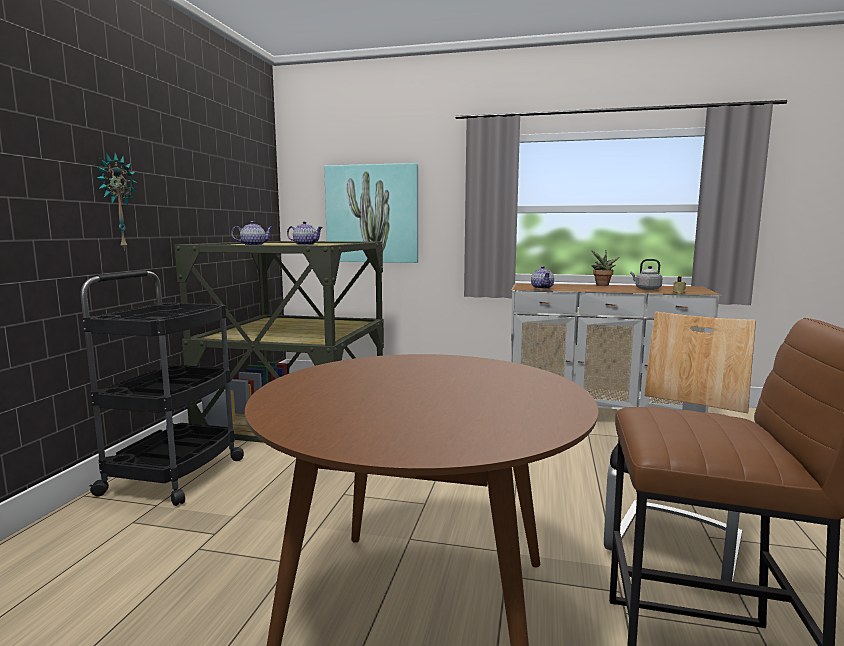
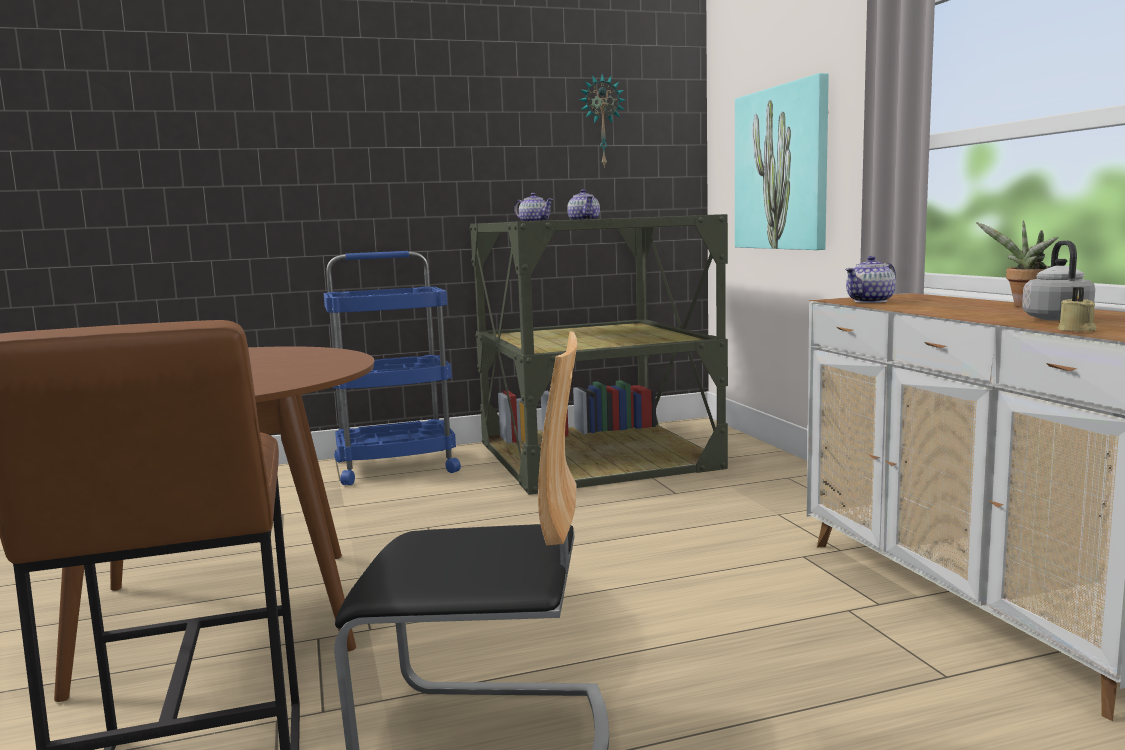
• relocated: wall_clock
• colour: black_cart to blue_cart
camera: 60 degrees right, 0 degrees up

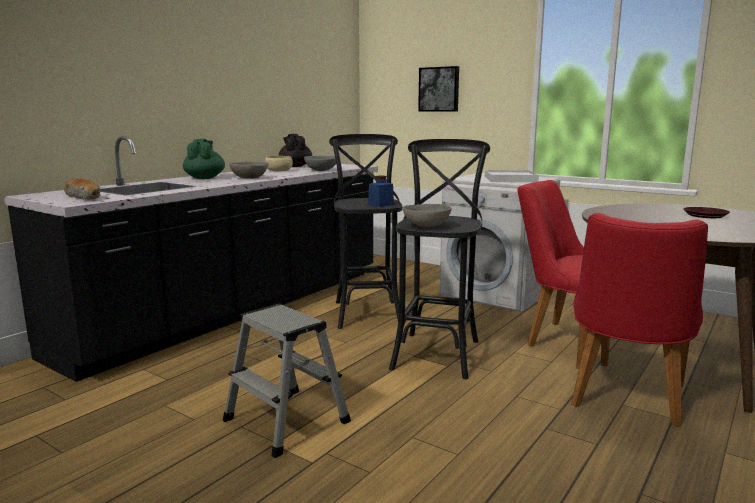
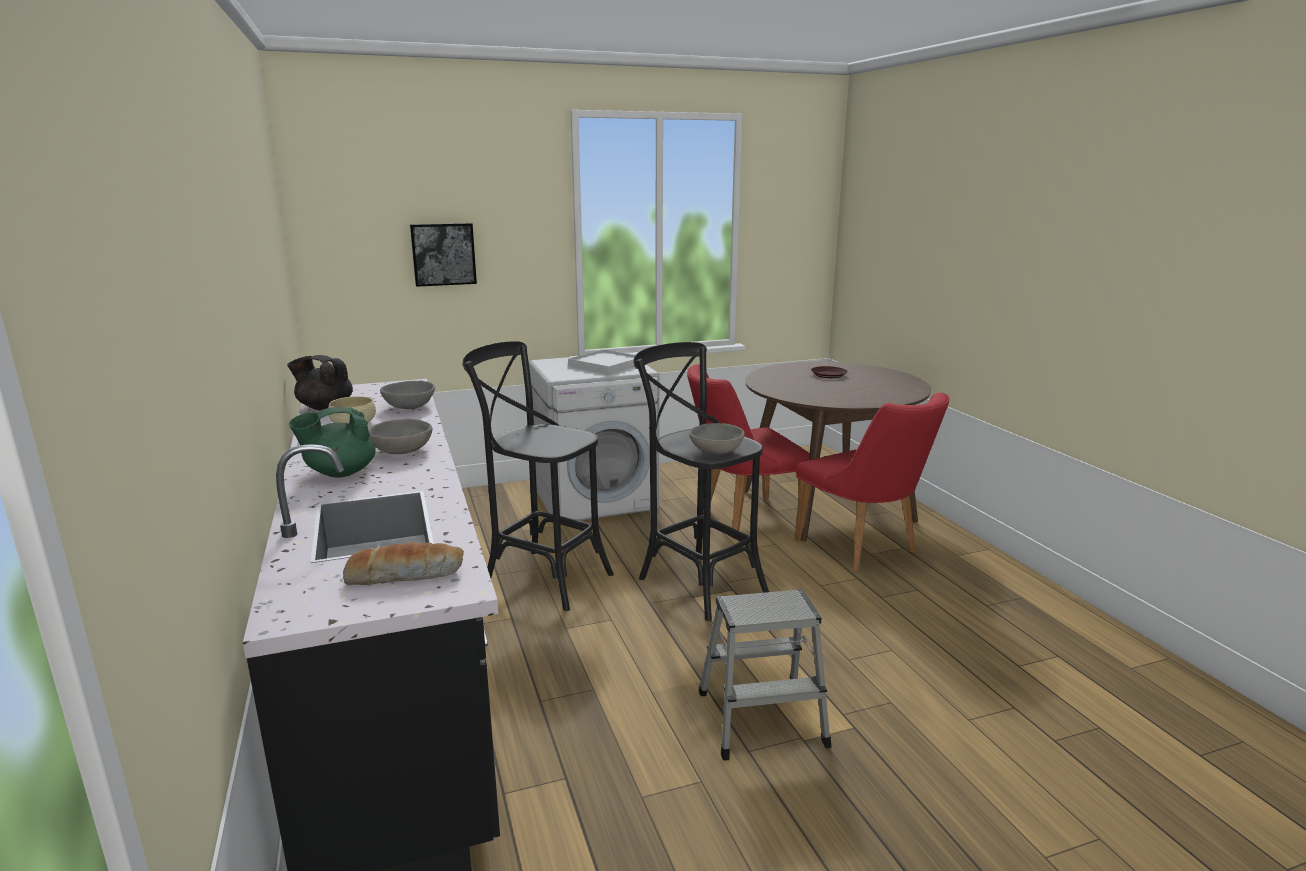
• spun: green_teapot 60 degrees counterclockwise
• missing: blue_jar
camera: 55 degrees left, 5 degrees up

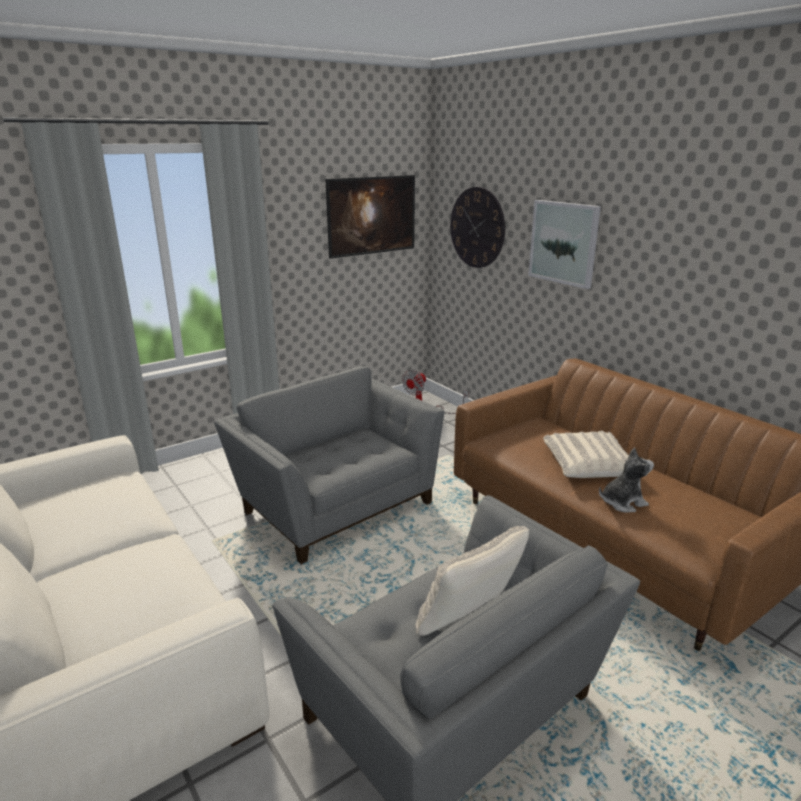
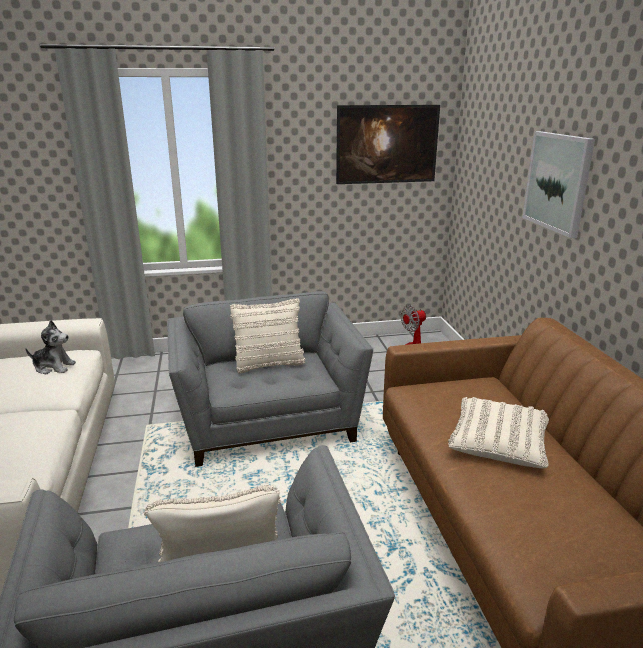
• missing: wall_clock
• relocated: plush_toy
• appeared: beige_pillow (no. 2 from left)
camera: 25 degrees right, 0 degrees up

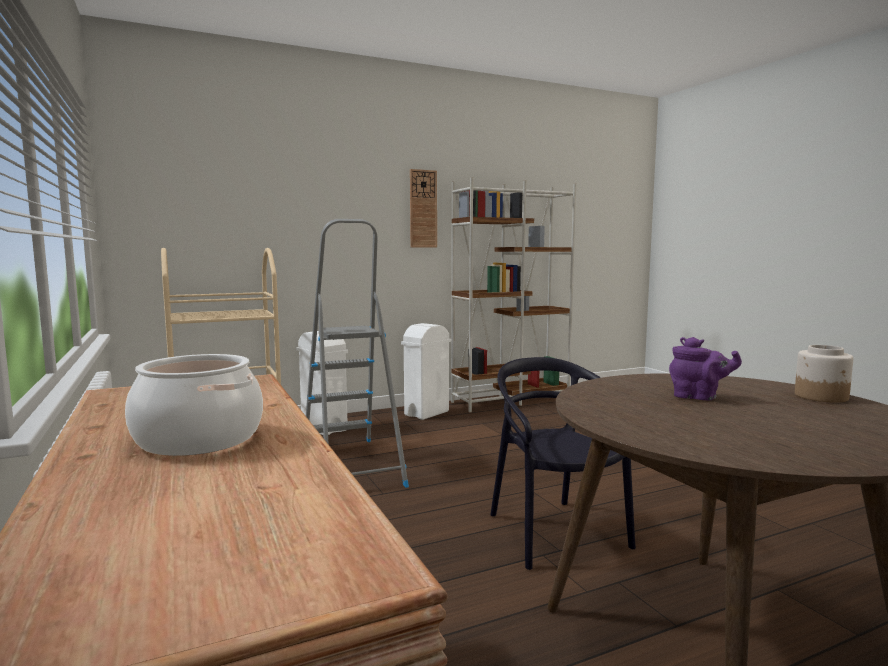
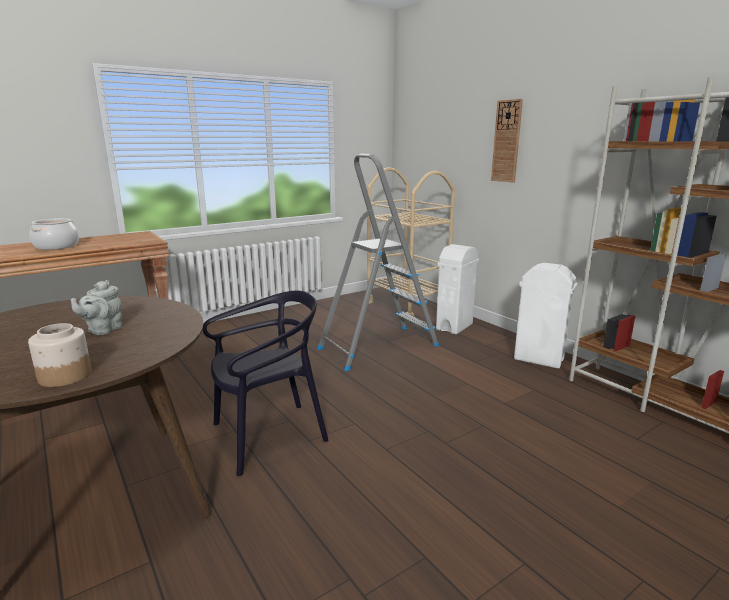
• relocated: wall_clock
• colour: purple_teapot to grey_teapot
camera: 80 degrees right, 10 degrees up

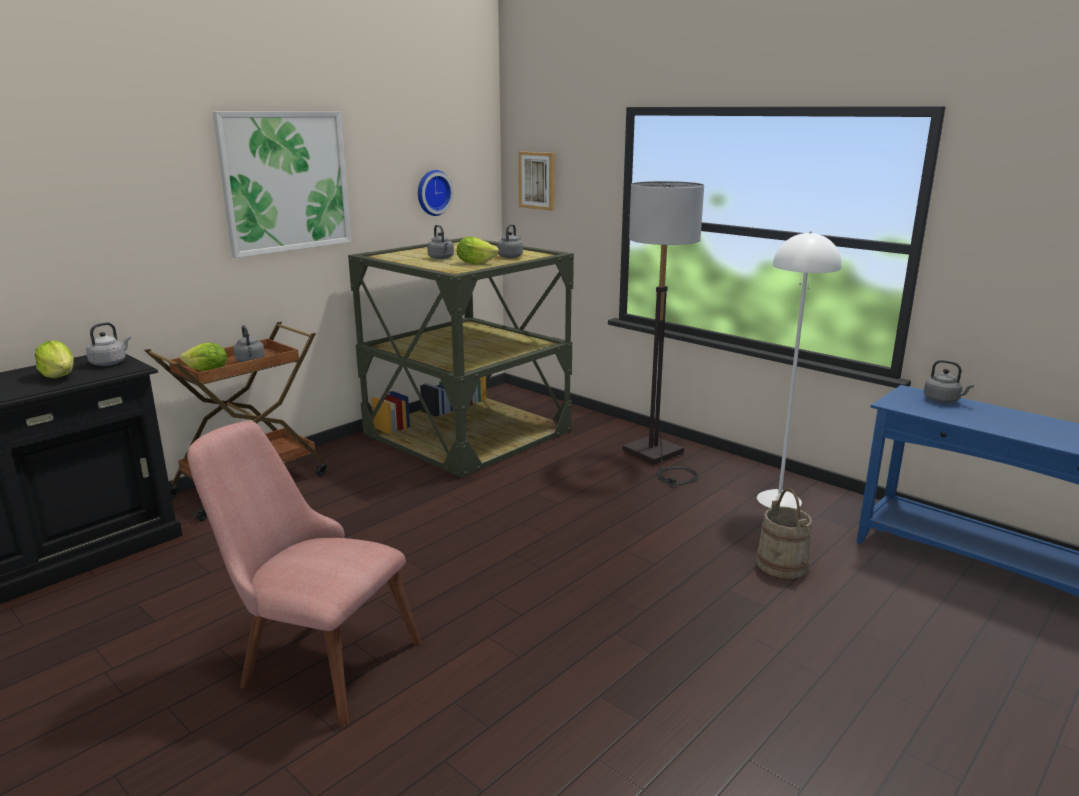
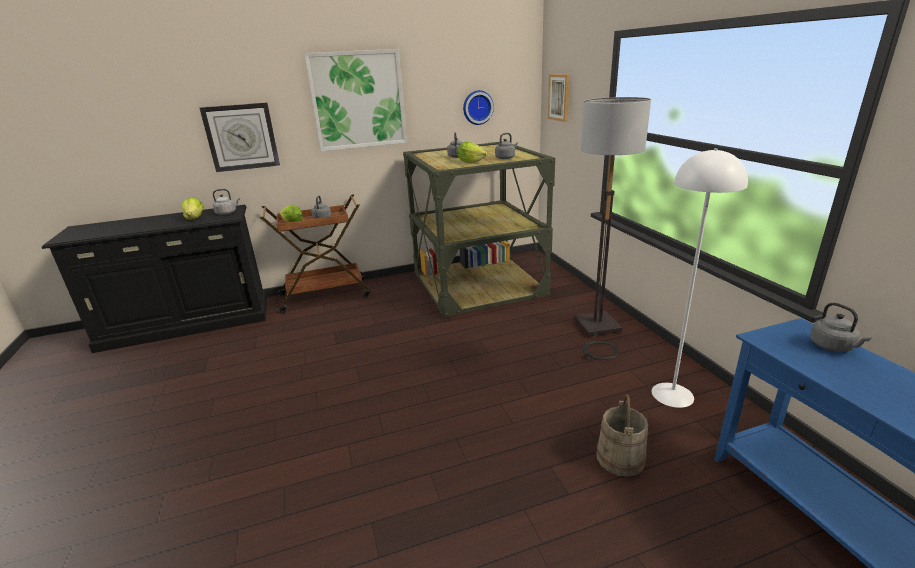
• missing: pink_chair
• appeared: wall_clock (no. 1 from left)
camera: 30 degrees right, 5 degrees up

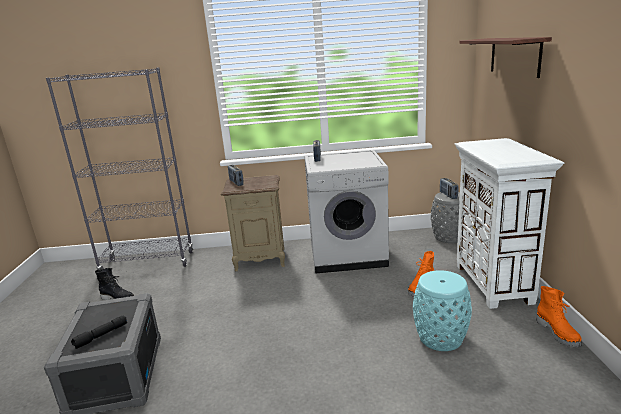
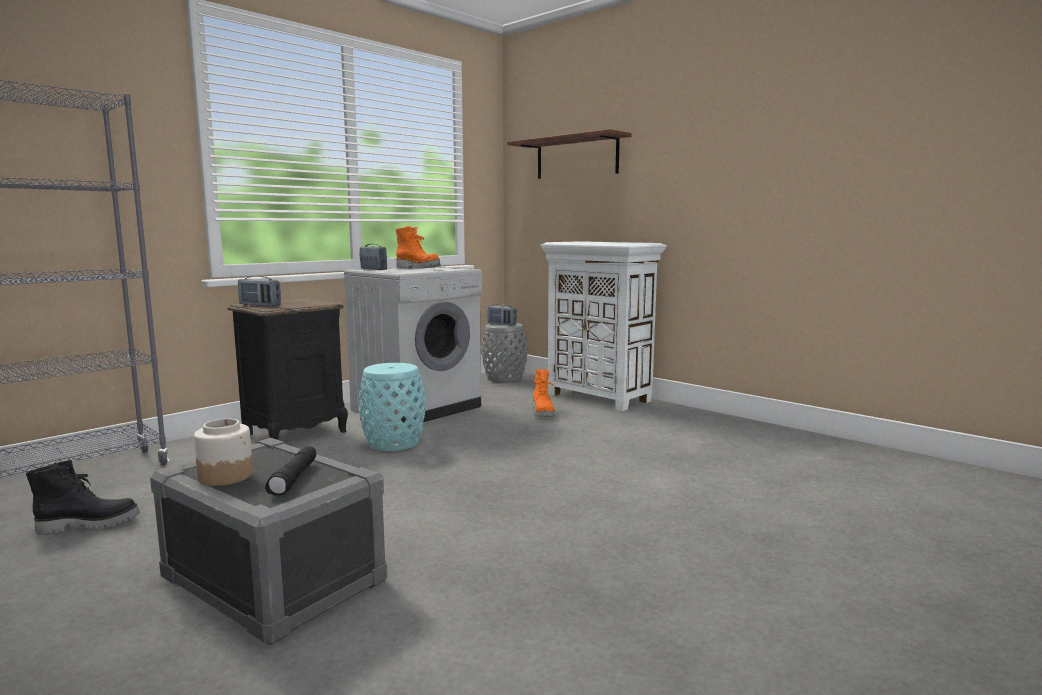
• colour: beige_nightstand to black_nightstand
• relocated: turquoise_stool
• relocated: orange_boot (no. 2 from left in the first image) to orange_boot (no. 1 from left)
• appeared: jar
camera: 45 degrees left, 10 degrees down

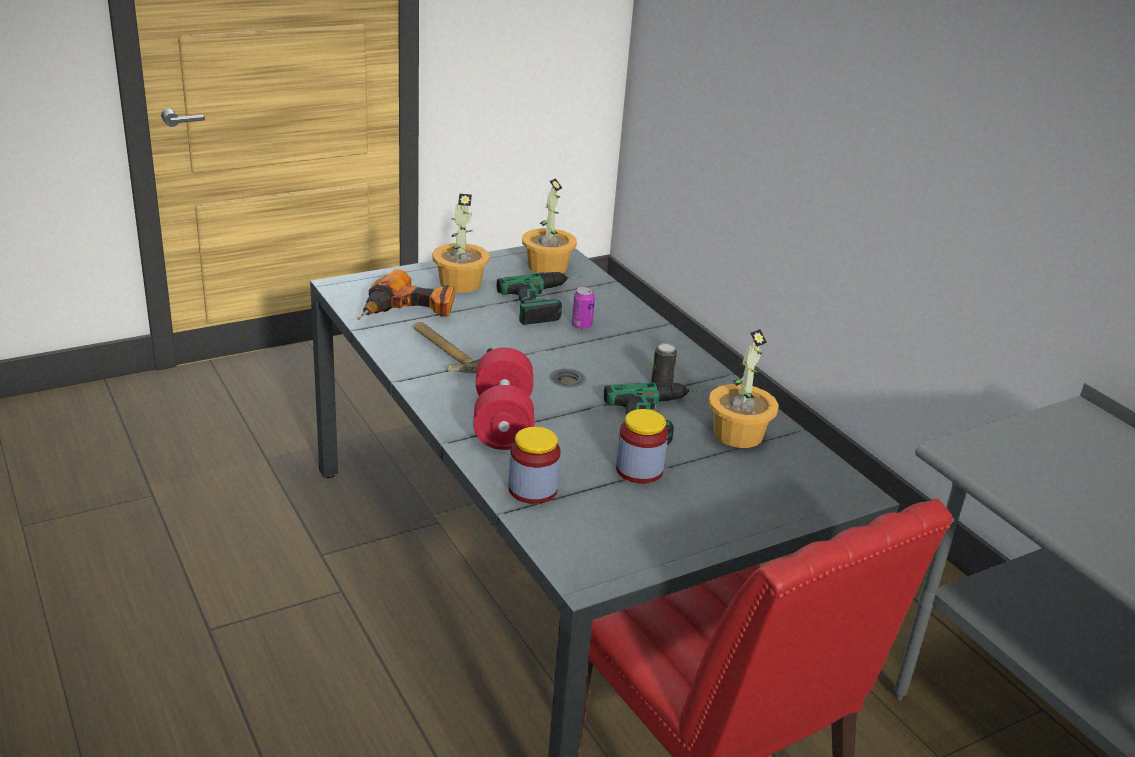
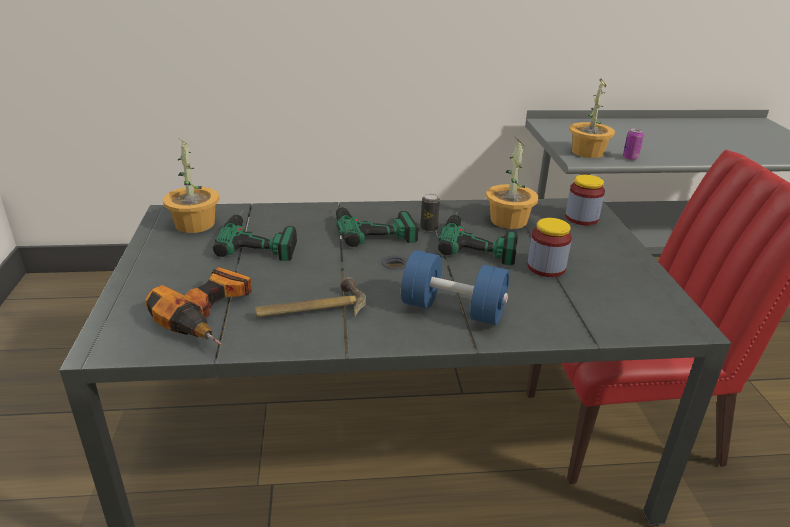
• relocated: potted_plant (no. 1 from left in the first image) to potted_plant (no. 3 from left)
• relocated: can (no. 1 from left in the first image) to can (no. 2 from left)
• colour: red_dumbbell to blue_dumbbell
• relocated: jar (no. 1 from left in the first image) to jar (no. 2 from left)
• appeared: power_drill (no. 3 from left)
camera: 65 degrees left, 0 degrees up

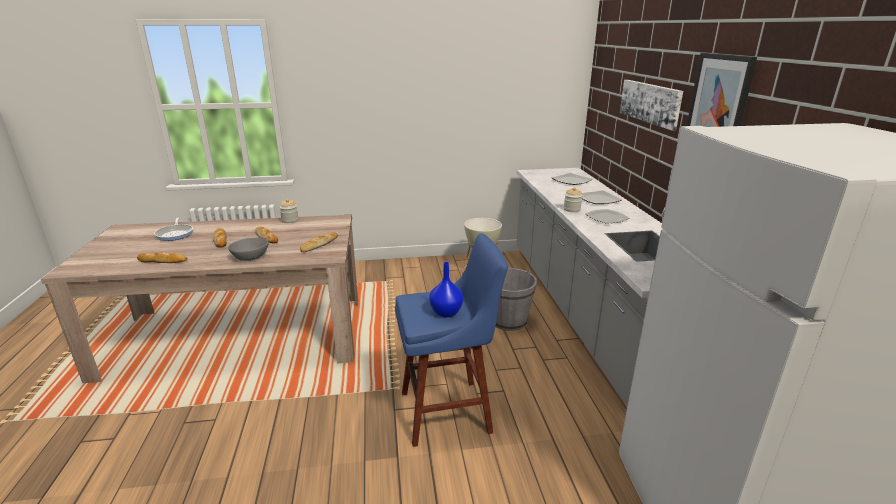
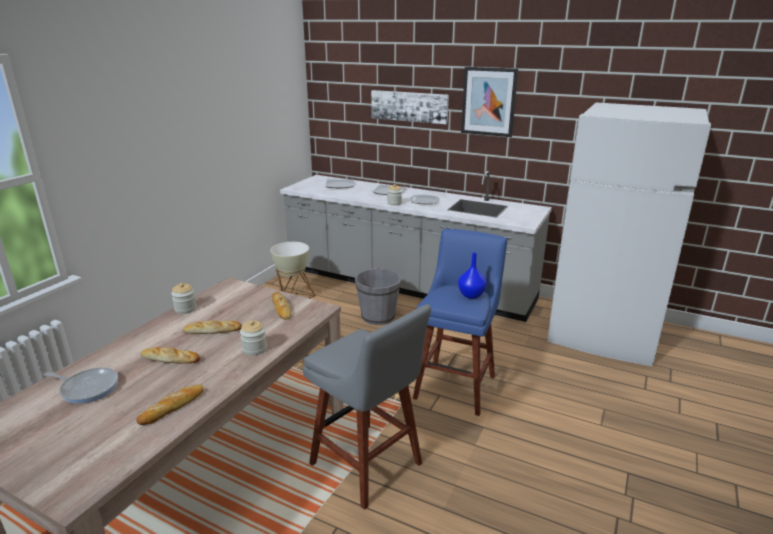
• exchanged: grey_bowl to jar (no. 2 from left)
• appeared: grey_stool
camera: 55 degrees left, 0 degrees up

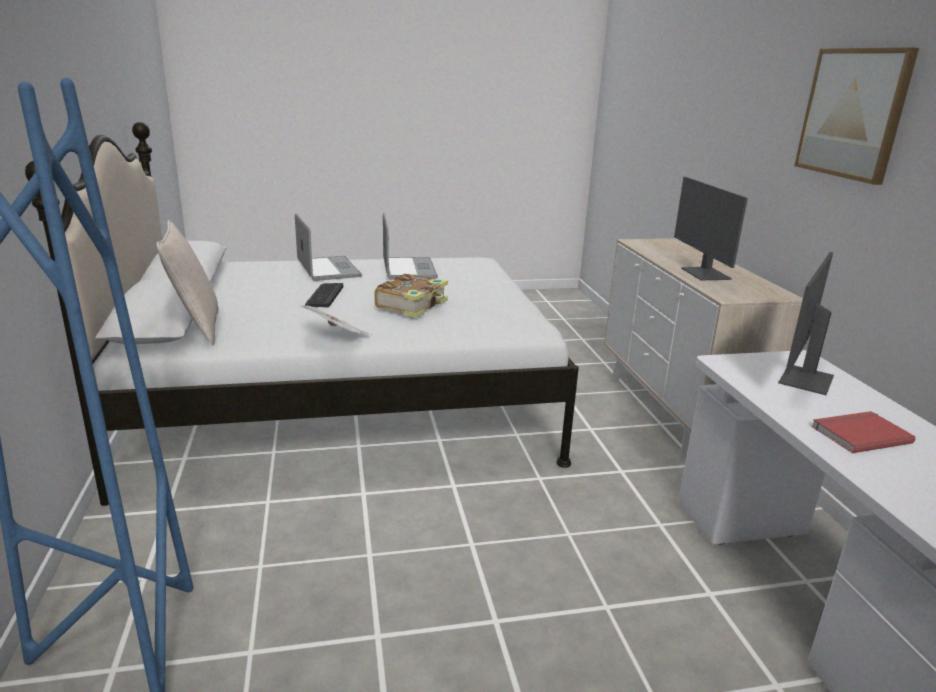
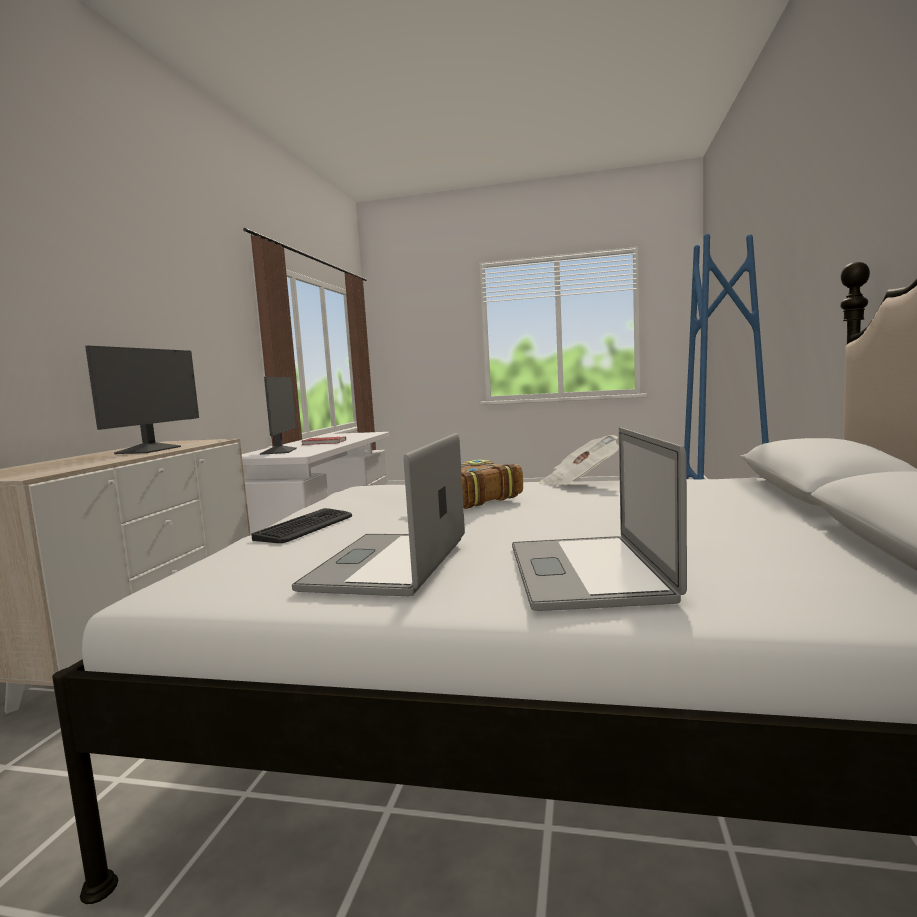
• missing: picture
• missing: beige_pillow
• spun: monitor (no. 2 from left) 60 degrees counterclockwise
• relocated: keyboard
camera: 155 degrees left, 15 degrees down

